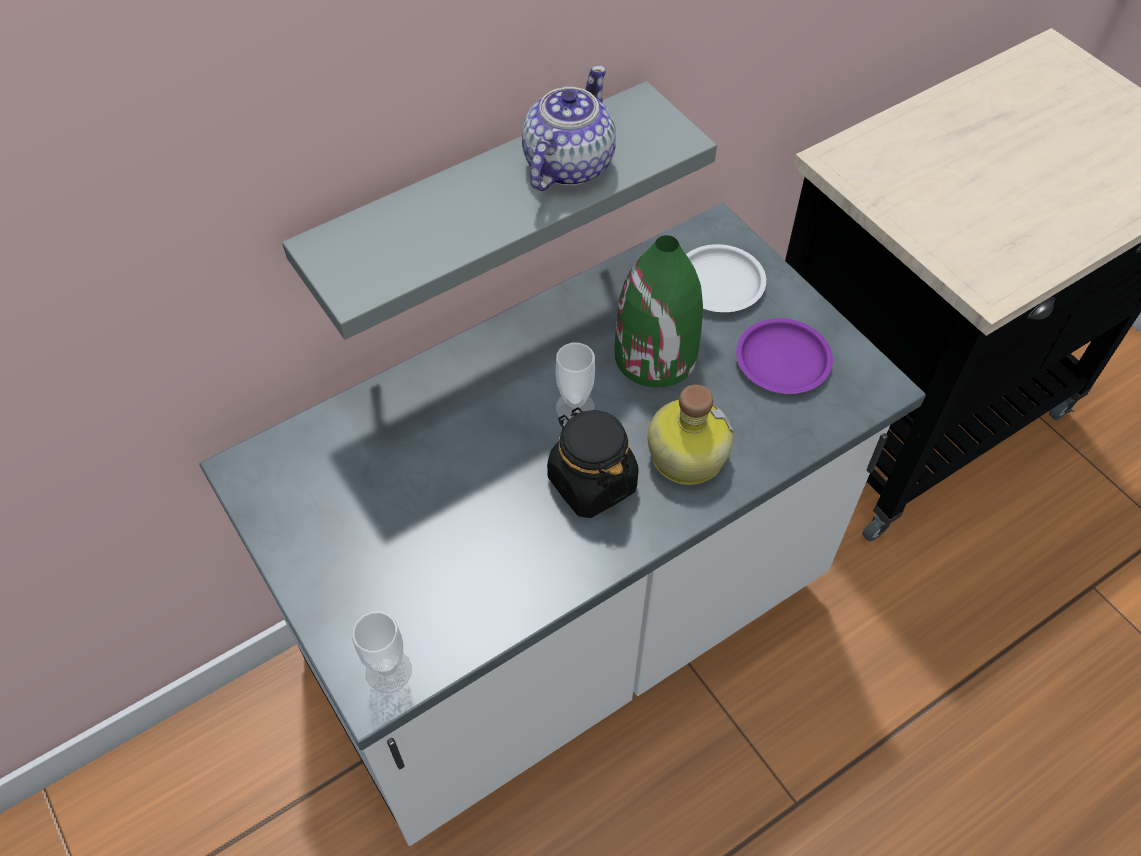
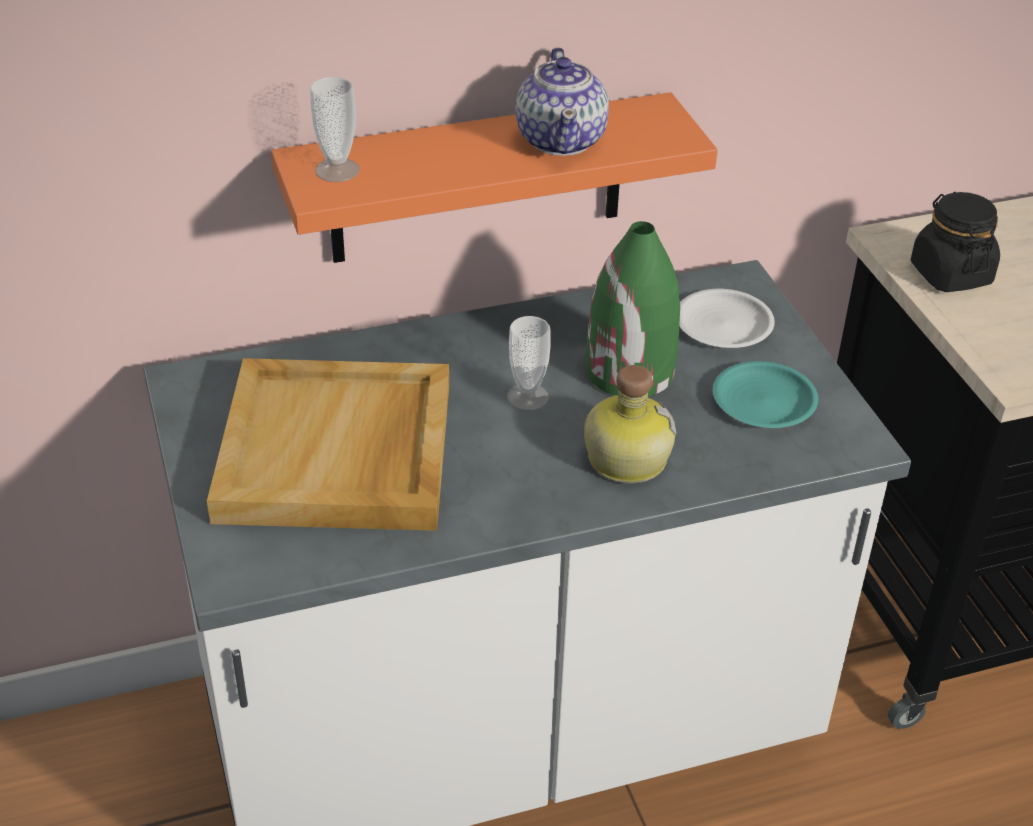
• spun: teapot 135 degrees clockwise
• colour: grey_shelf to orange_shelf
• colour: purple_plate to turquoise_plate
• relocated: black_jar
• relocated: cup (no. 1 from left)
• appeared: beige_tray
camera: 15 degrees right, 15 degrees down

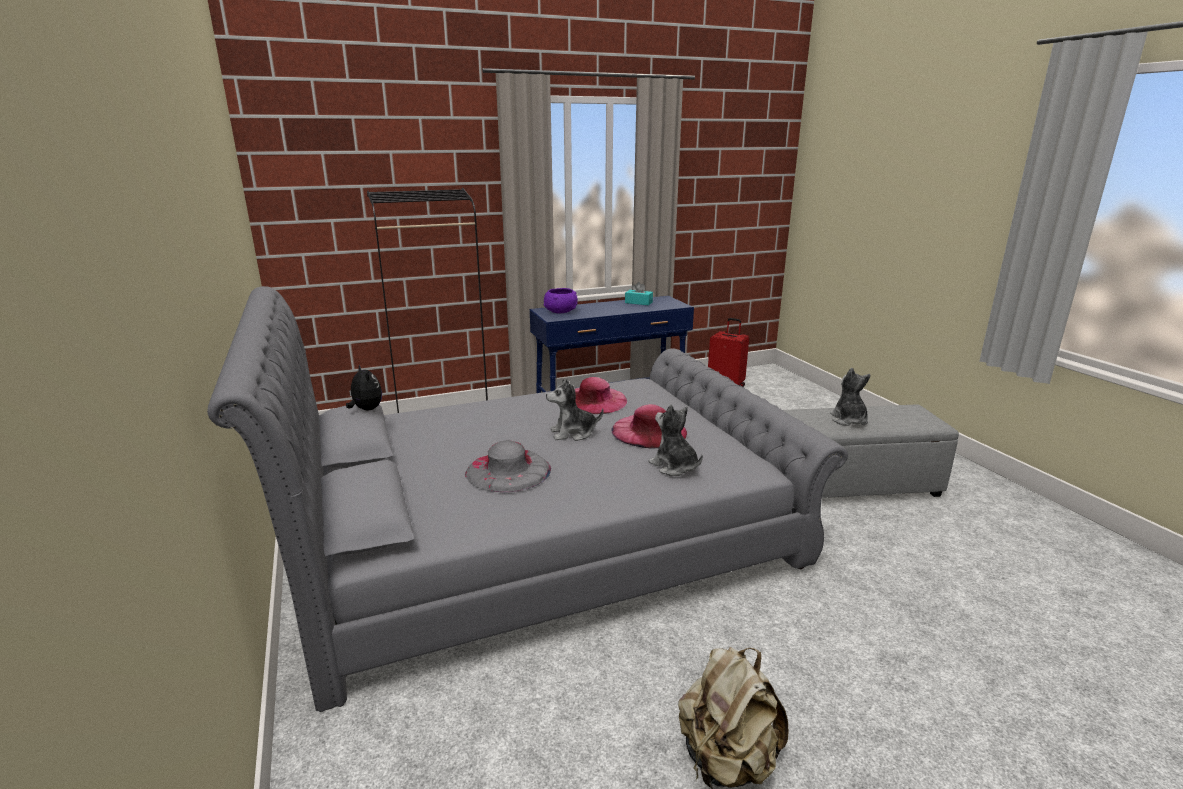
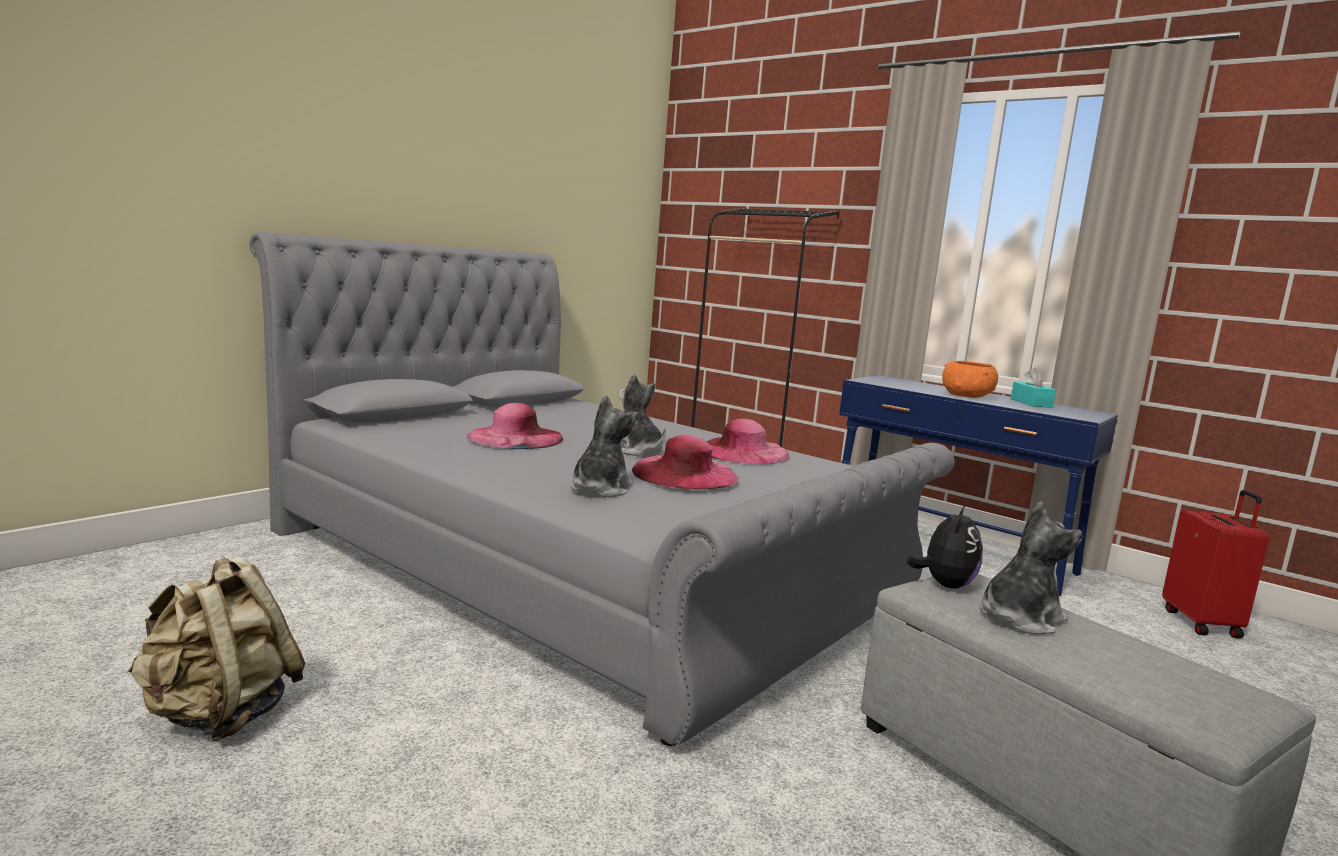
• missing: purple_bowl
• relocated: plush_toy (no. 1 from left in the first image) to plush_toy (no. 3 from left)
• colour: grey_hat to pink_hat (no. 1 from left)
• appeared: orange_bowl
camera: 60 degrees right, 10 degrees down

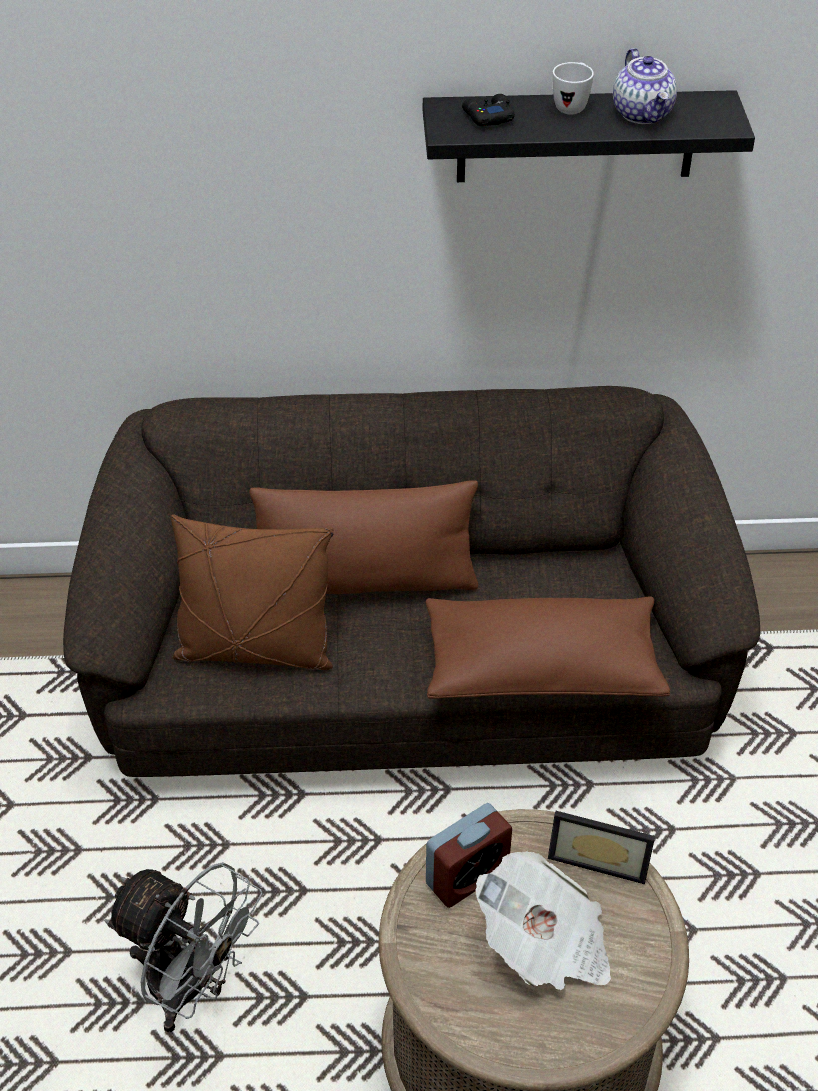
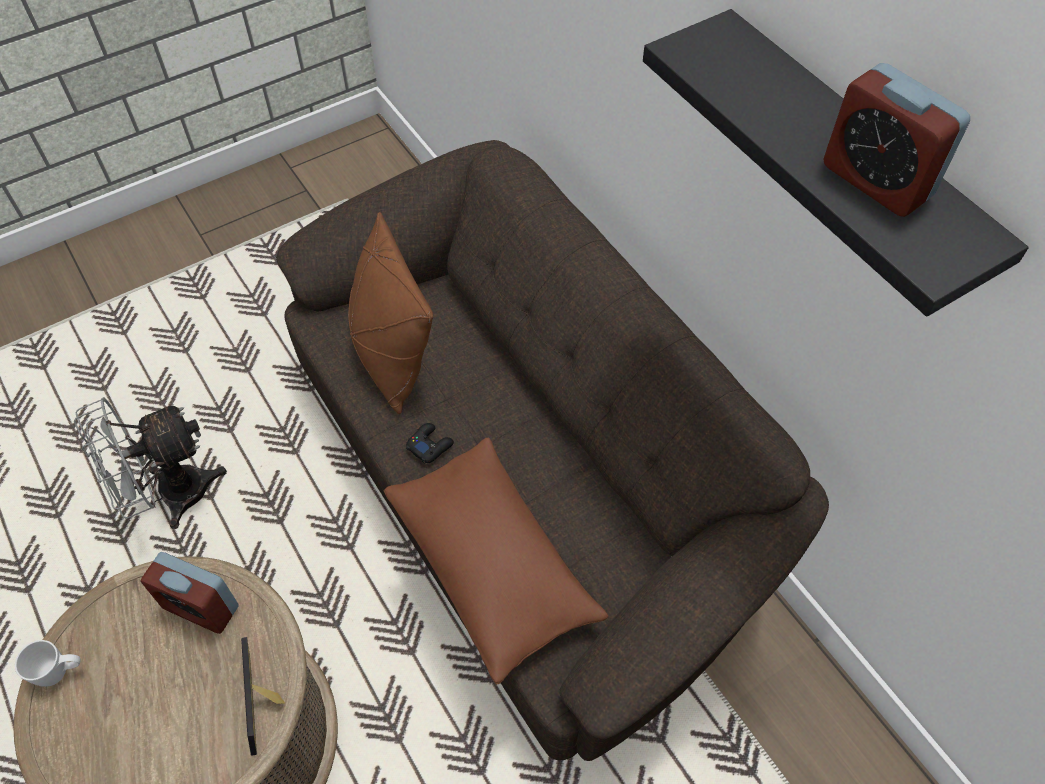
• exchanged: teapot to alarm_clock (no. 2 from left)
• relocated: white_mug
• relocated: black_game_controller
• missing: brown_pillow (no. 2 from left)
• missing: newspaper
• spun: grey_fan 60 degrees clockwise
camera: 60 degrees right, 10 degrees up

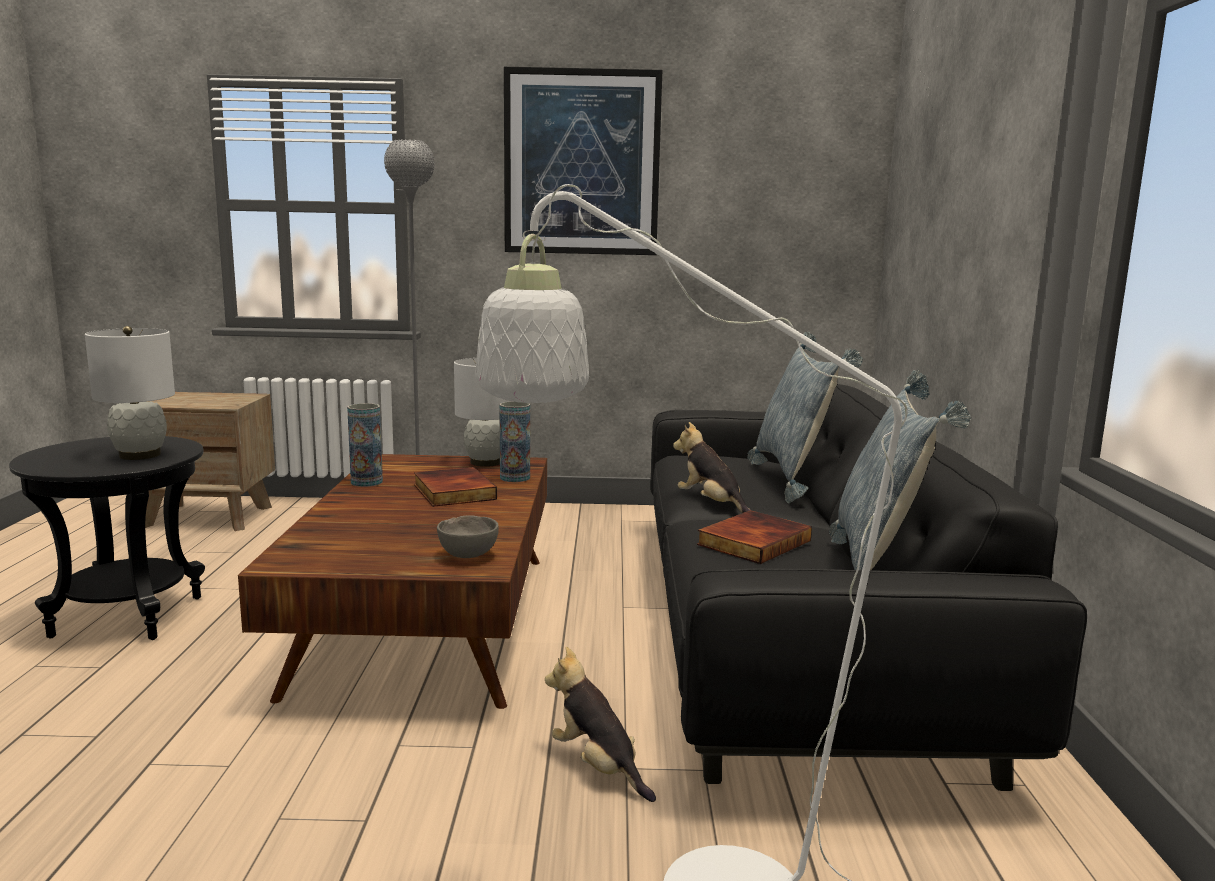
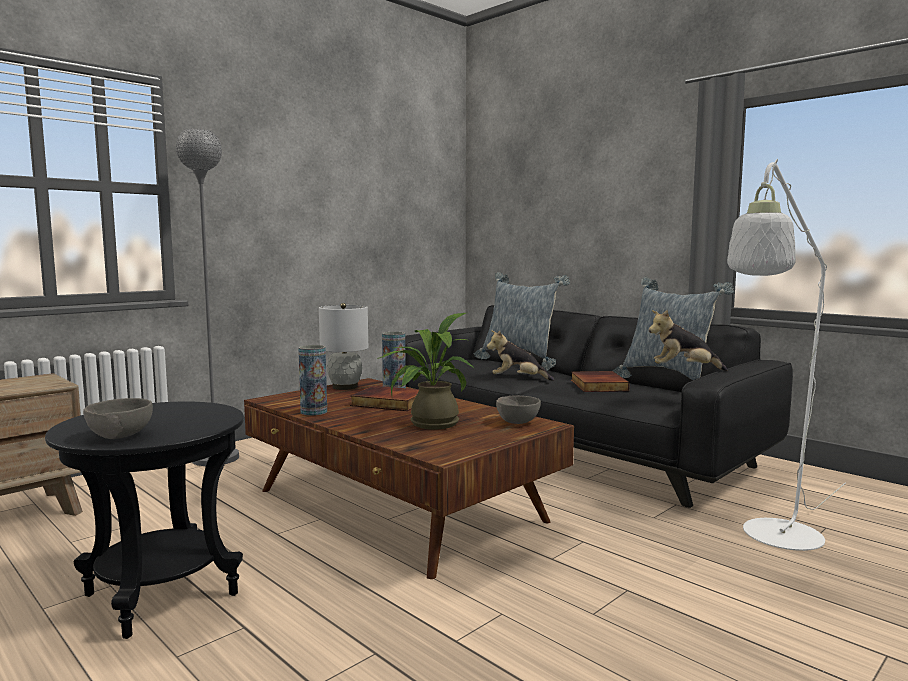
• missing: picture
• missing: white_table_lamp (no. 1 from left)
• relocated: plush_toy (no. 1 from left in the first image) to plush_toy (no. 2 from left)
• appeared: potted_plant
• appeared: grey_bowl (no. 1 from left)
camera: 45 degrees left, 5 degrees down

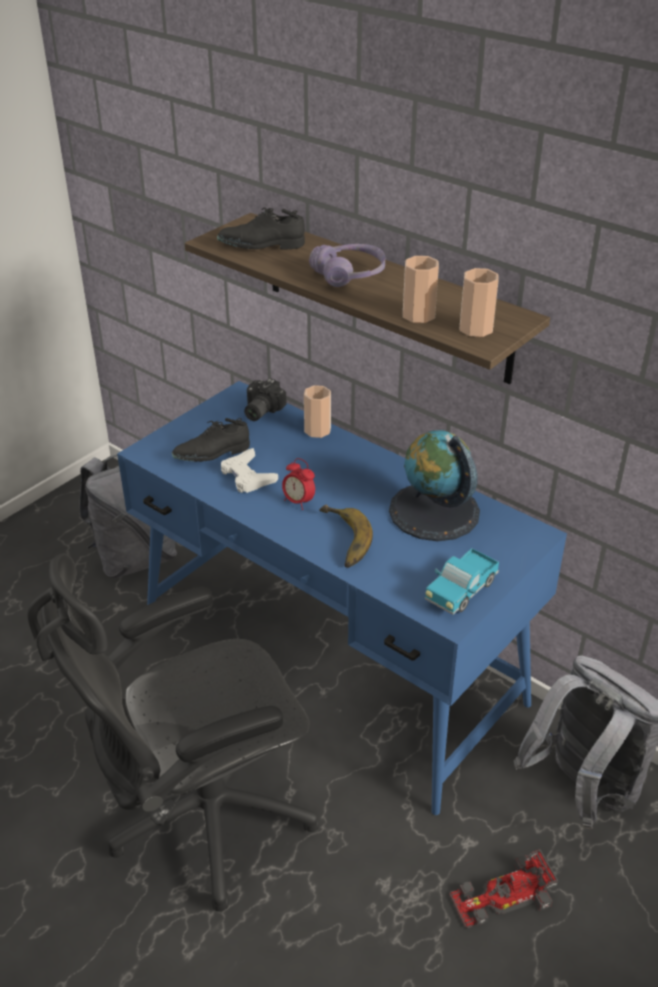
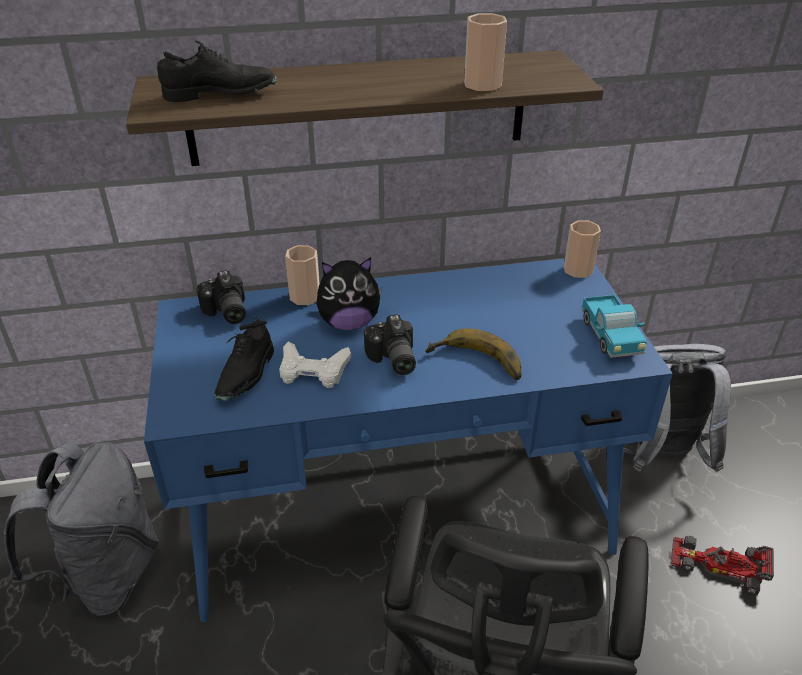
• spun: black_shoe (no. 2 from left in the first image) 135 degrees counterclockwise
• missing: purple_headphones
• relocated: cup (no. 3 from left)
• missing: globe
• exchanged: alarm_clock to photo_camera (no. 2 from left)
• spun: toy_car 90 degrees clockwise
• appeared: plush_toy
camera: 50 degrees left, 0 degrees up

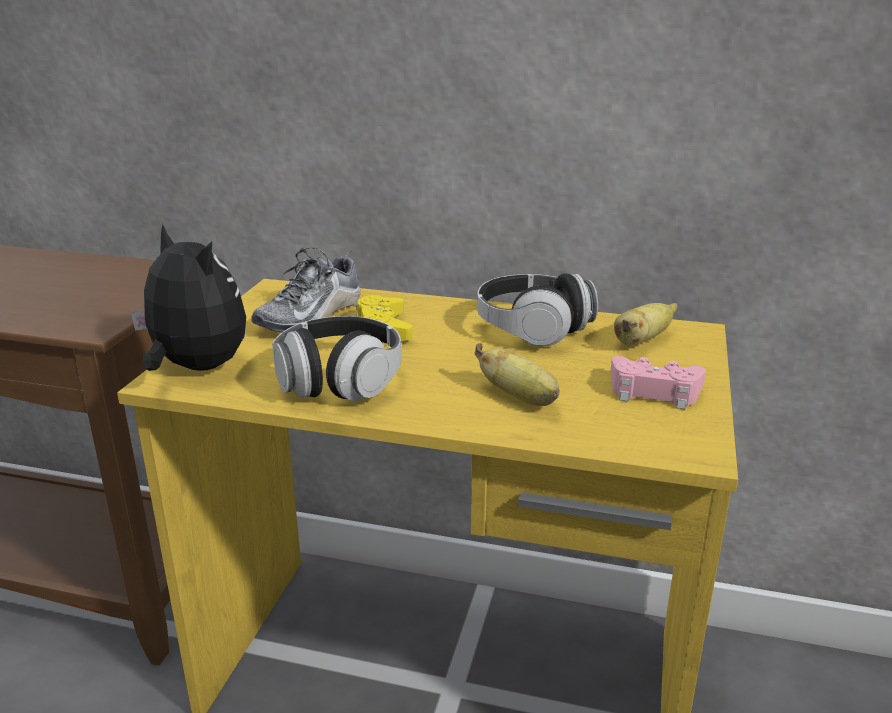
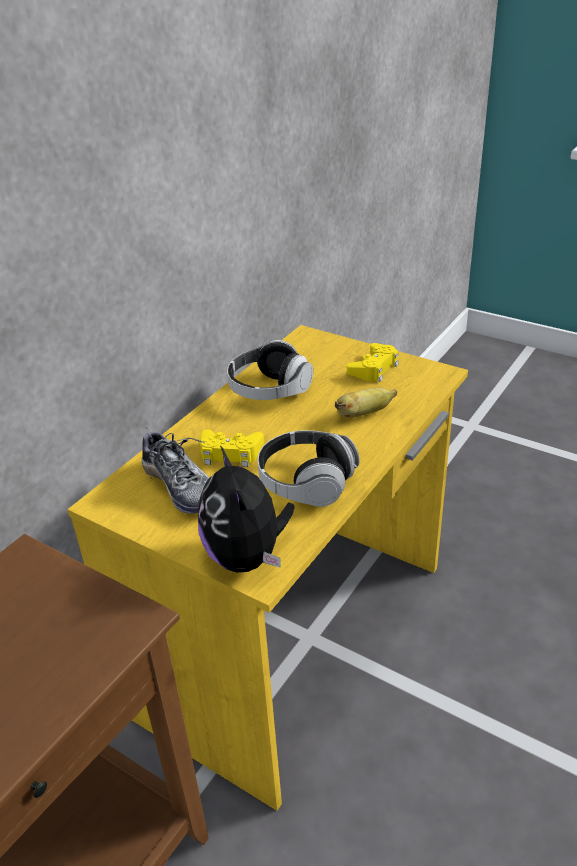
• spun: plush_toy 75 degrees counterclockwise
• missing: banana (no. 2 from left)
• colour: pink_game_controller to yellow_game_controller (no. 2 from left)
camera: 70 degrees left, 10 degrees up

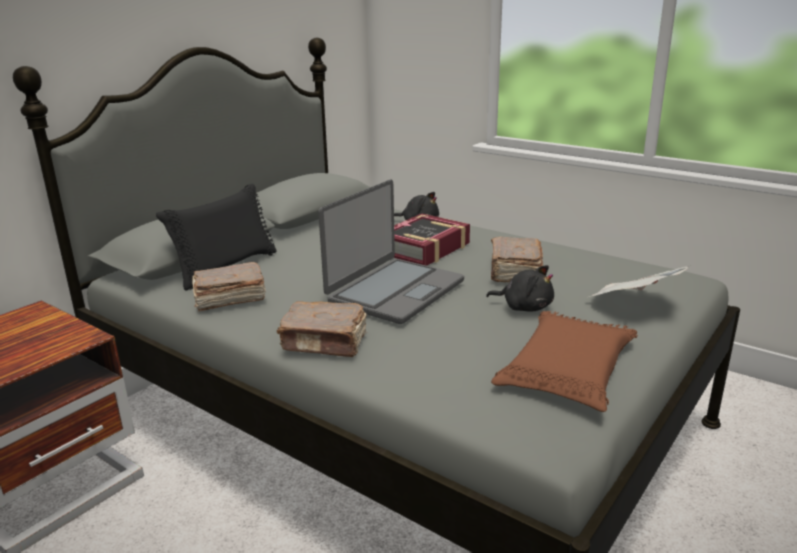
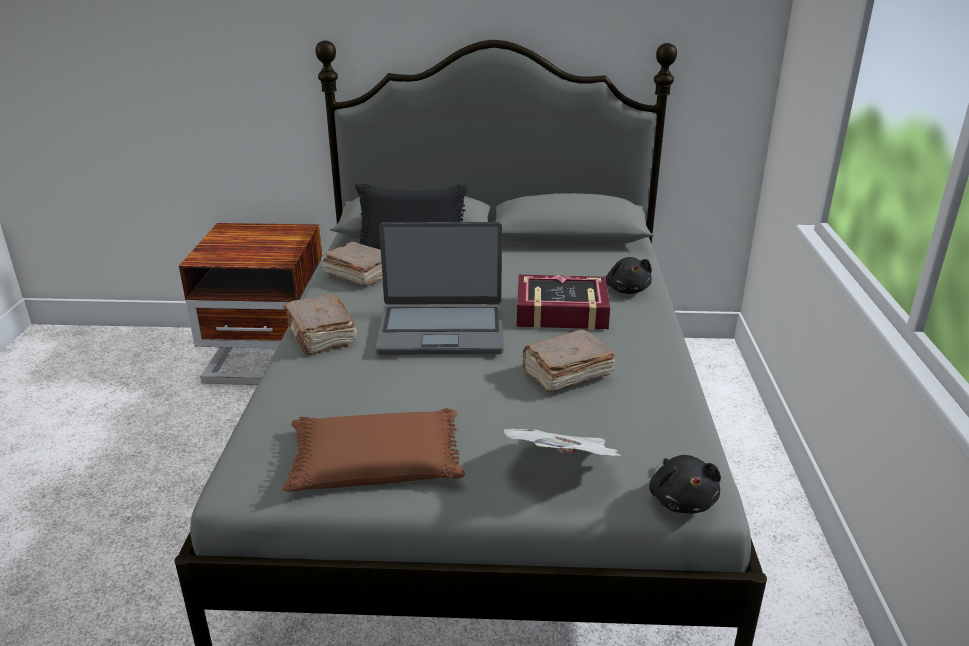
• relocated: black_plush_toy (no. 2 from left)
camera: 55 degrees right, 5 degrees up

